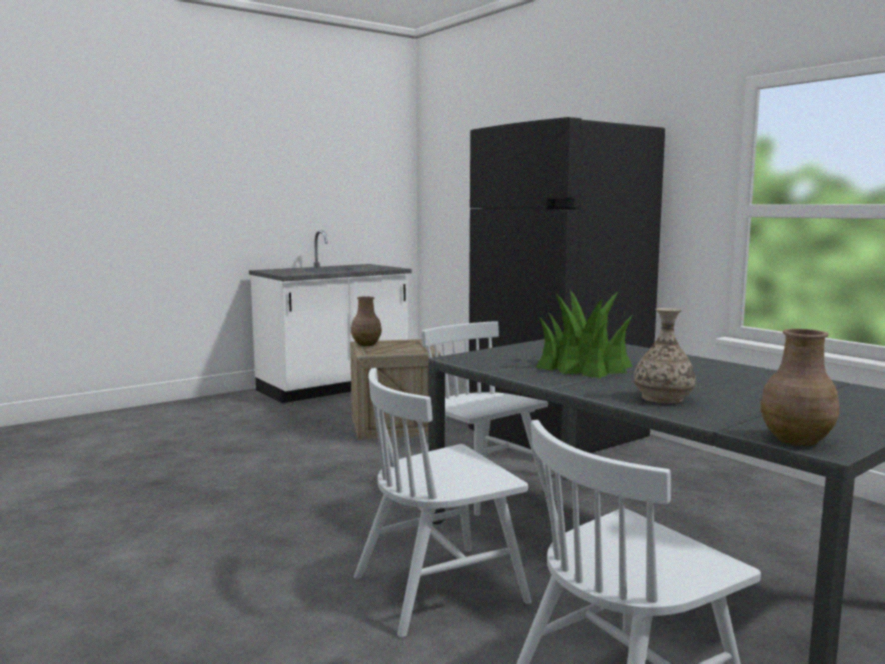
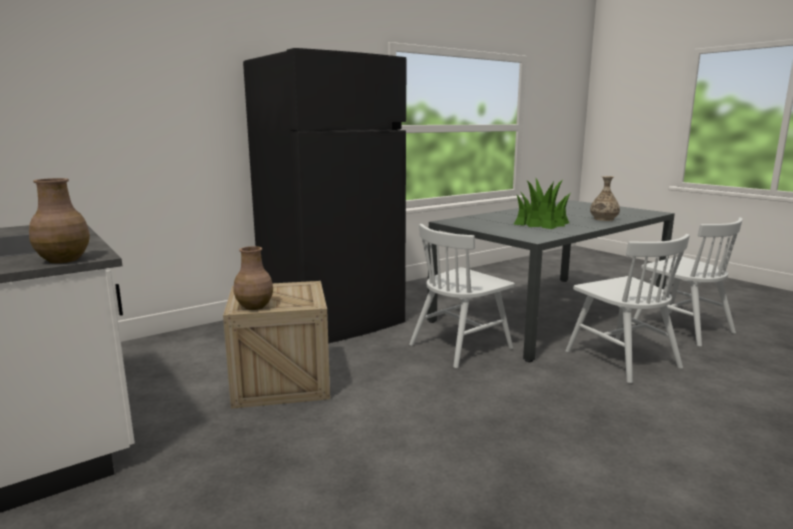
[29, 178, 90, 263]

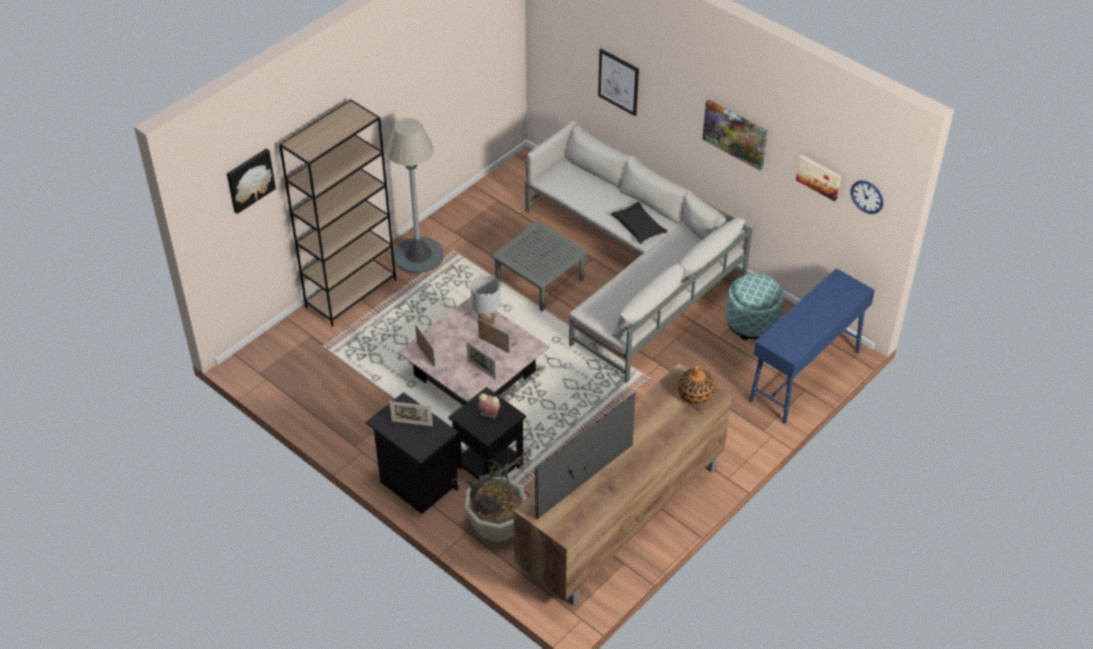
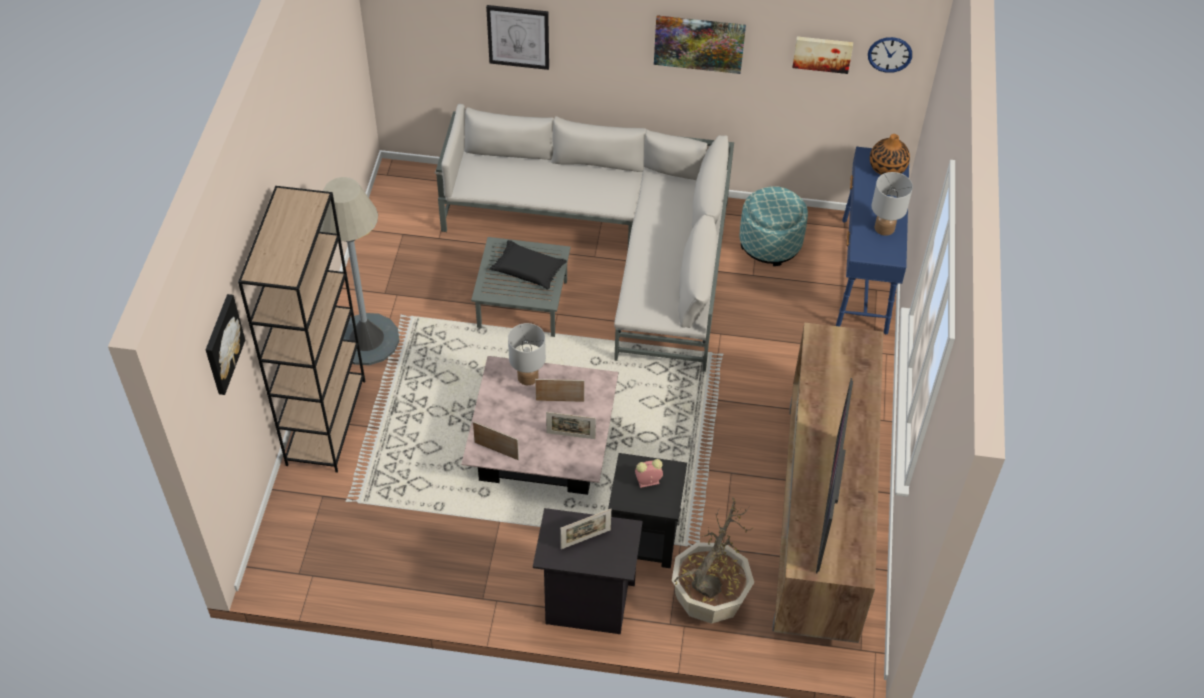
[490, 240, 567, 290]
[870, 134, 910, 175]
[872, 172, 913, 236]

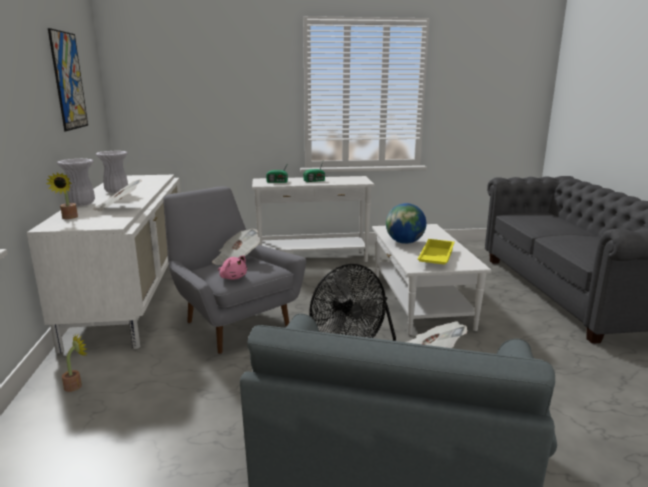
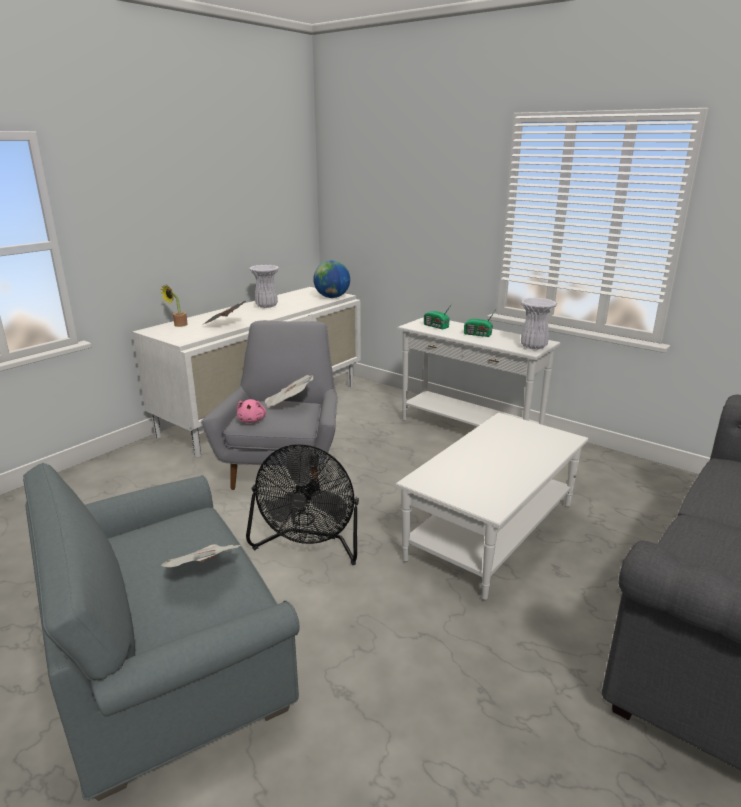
[313, 260, 350, 298]
[520, 298, 557, 349]
[48, 28, 88, 131] (first image)
[62, 334, 87, 392] (first image)
[417, 239, 455, 265] (first image)

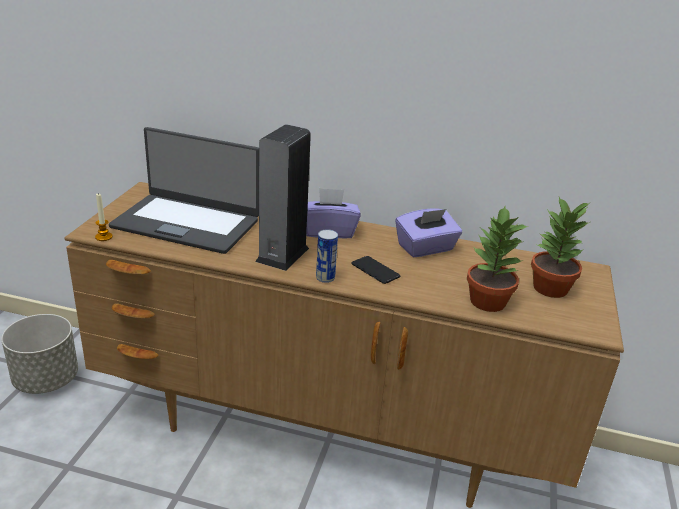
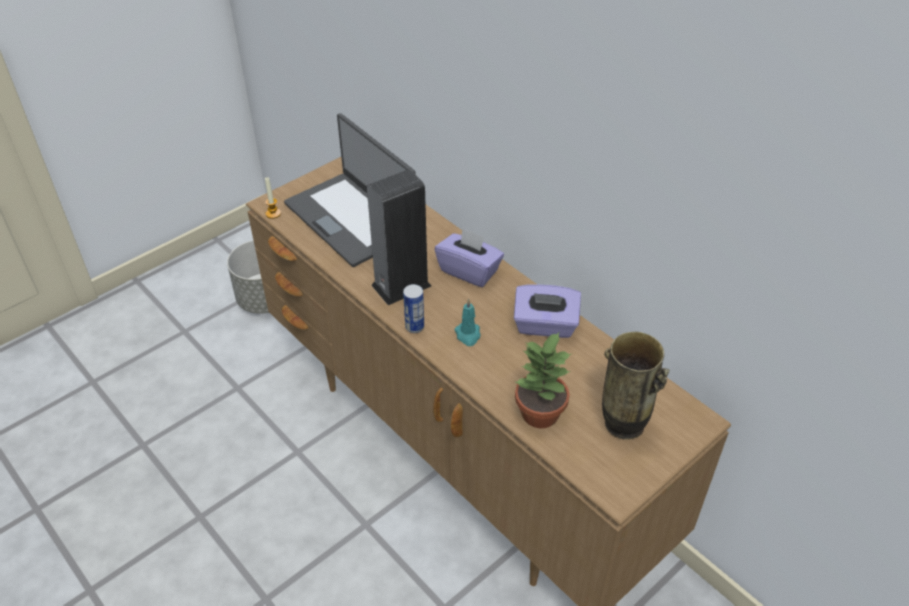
[455, 299, 481, 346]
[602, 332, 669, 440]

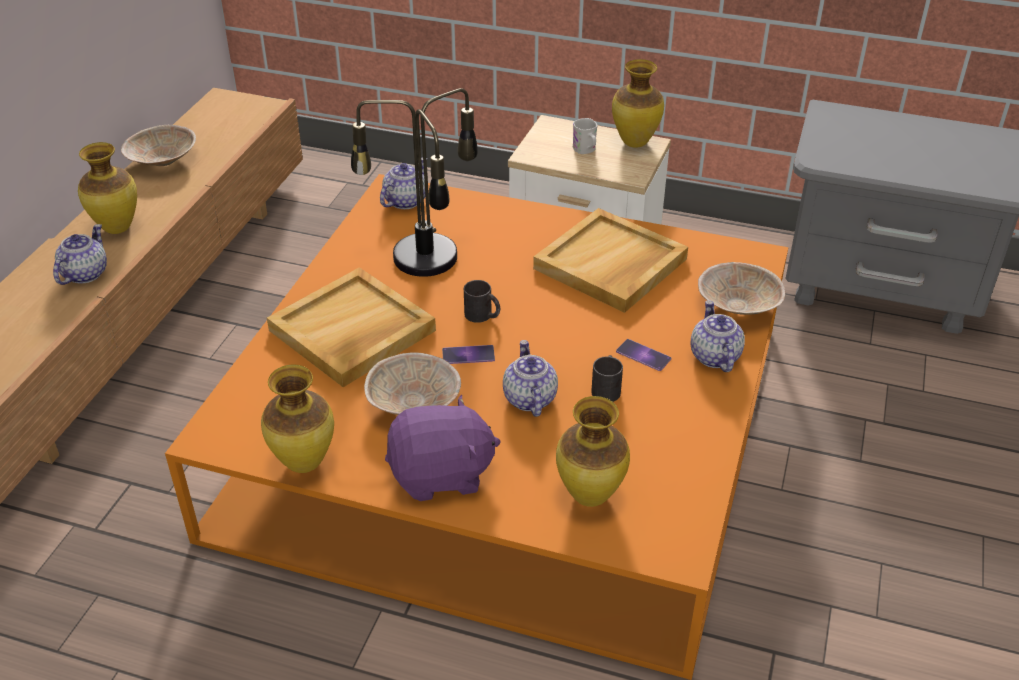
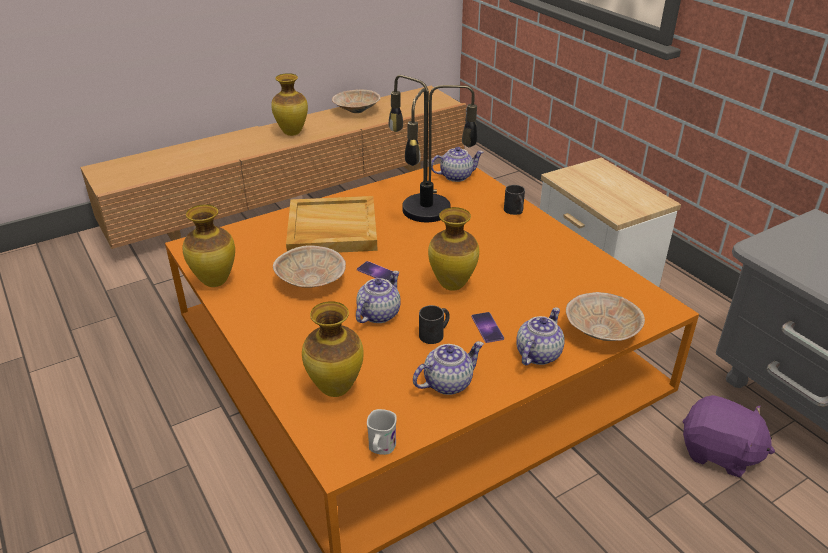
[367, 409, 397, 455]
[413, 341, 484, 395]
[428, 207, 479, 291]
[504, 185, 525, 215]
[682, 395, 775, 477]
[533, 208, 688, 313] (first image)

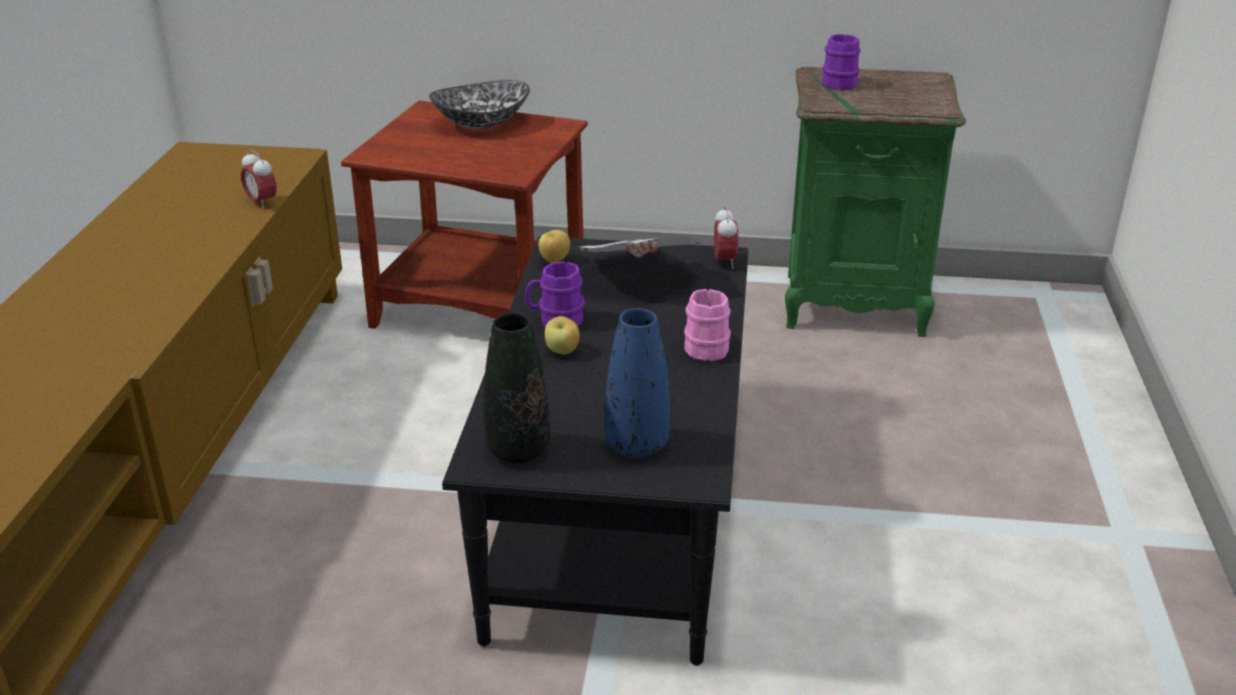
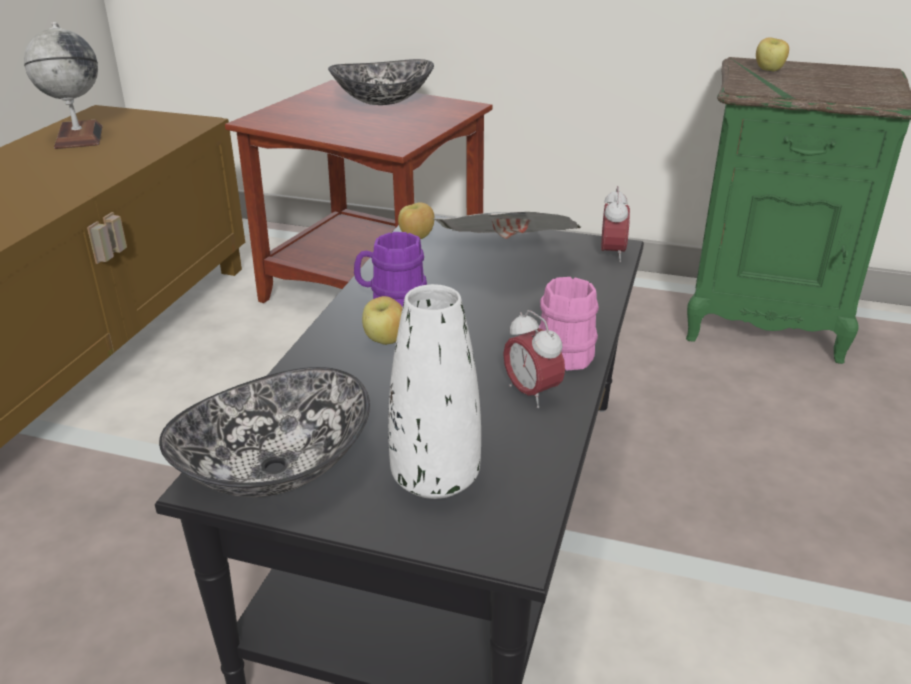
[24, 22, 102, 149]
[159, 367, 370, 497]
[388, 284, 481, 499]
[503, 310, 565, 408]
[756, 37, 789, 72]

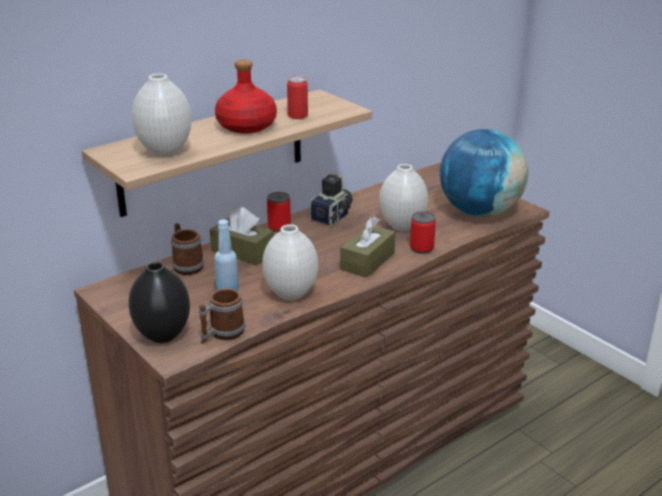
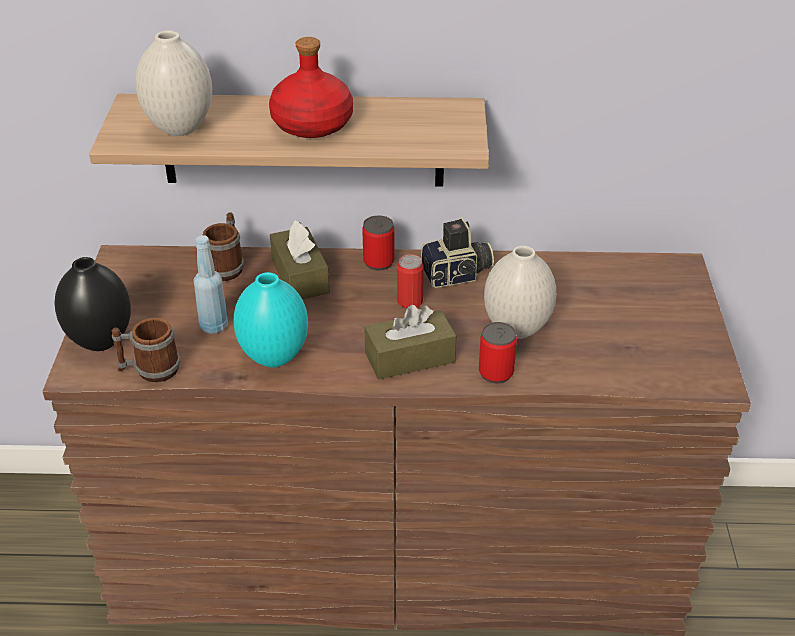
[234, 272, 308, 368]
[397, 254, 424, 308]
[440, 129, 528, 217] (first image)

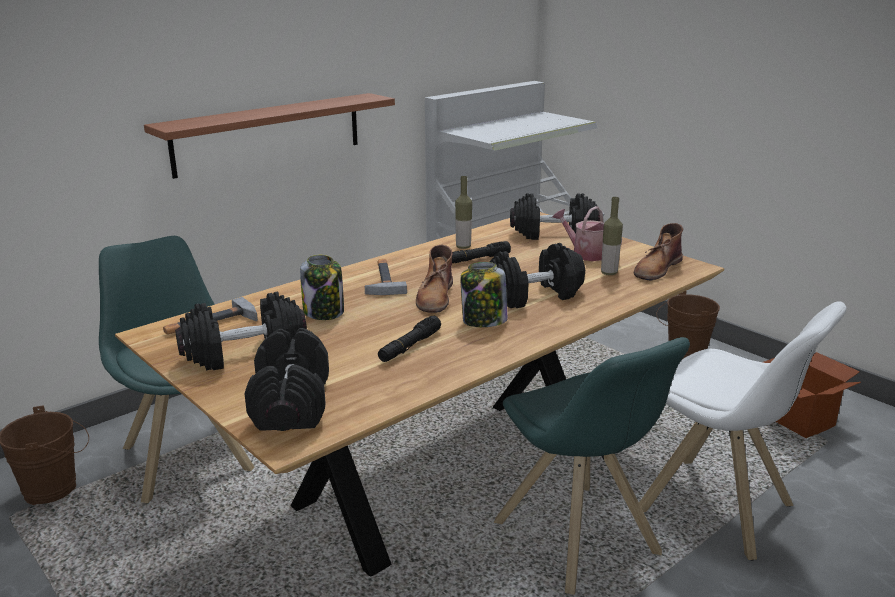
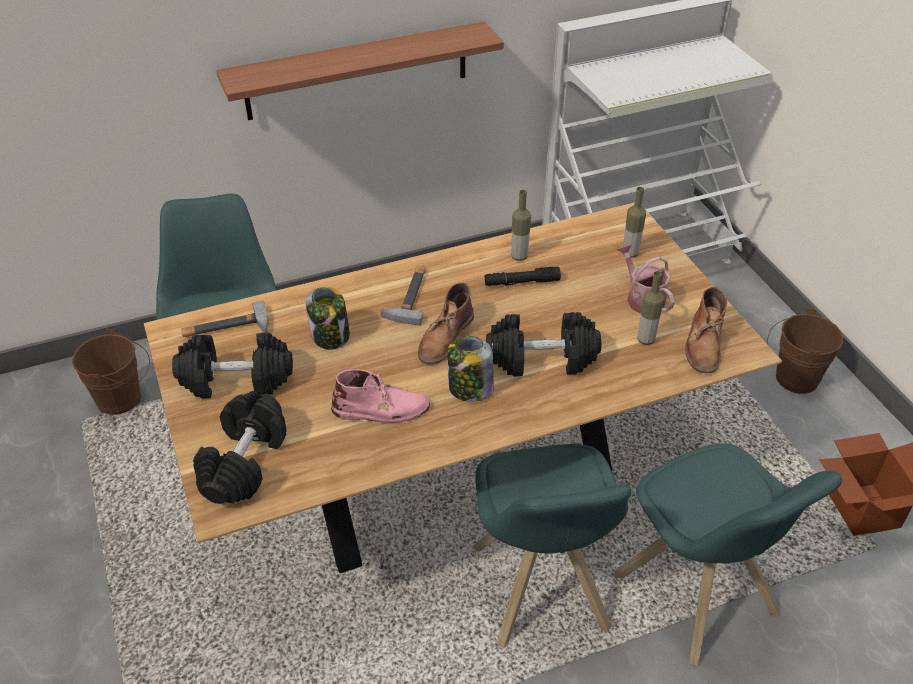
[331, 369, 430, 423]
[614, 444, 842, 666]
[623, 187, 646, 258]
[685, 287, 727, 373]

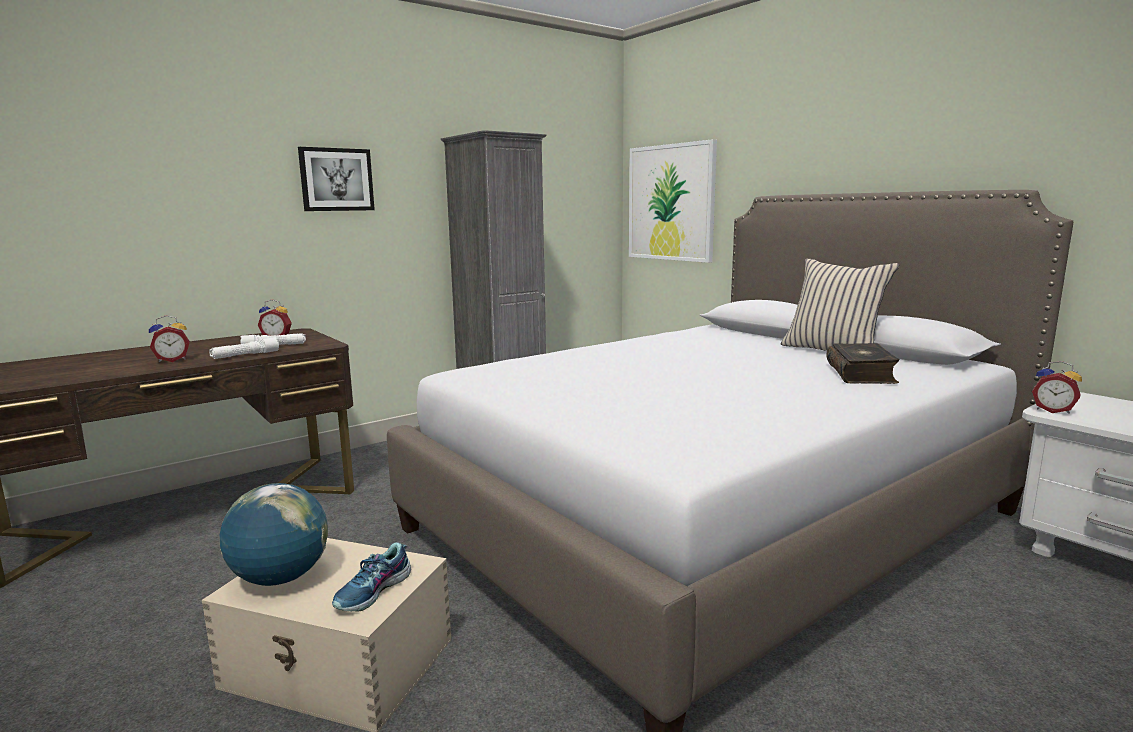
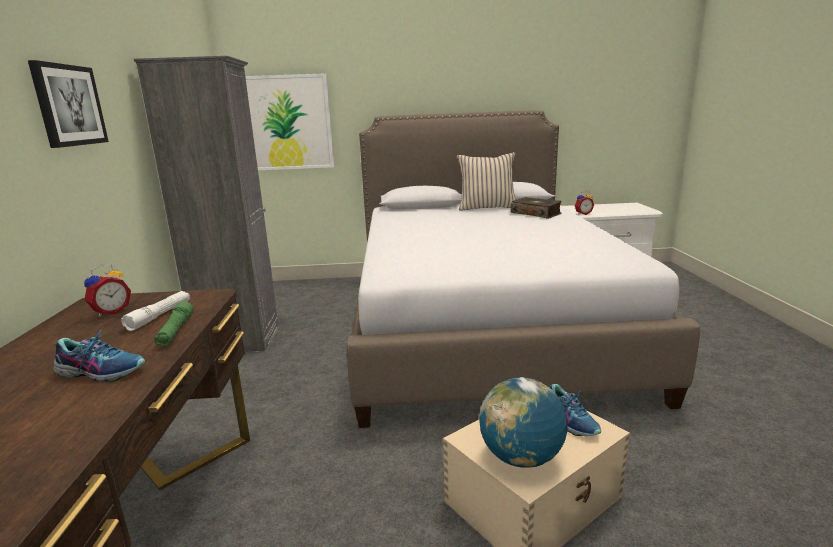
[54, 329, 145, 382]
[154, 301, 194, 346]

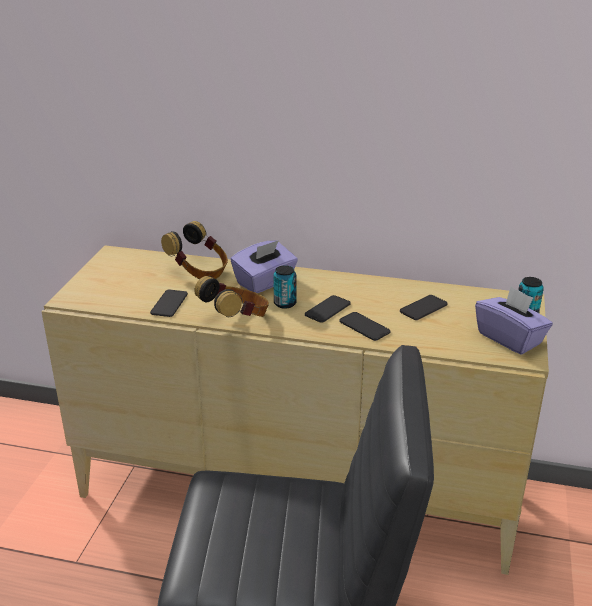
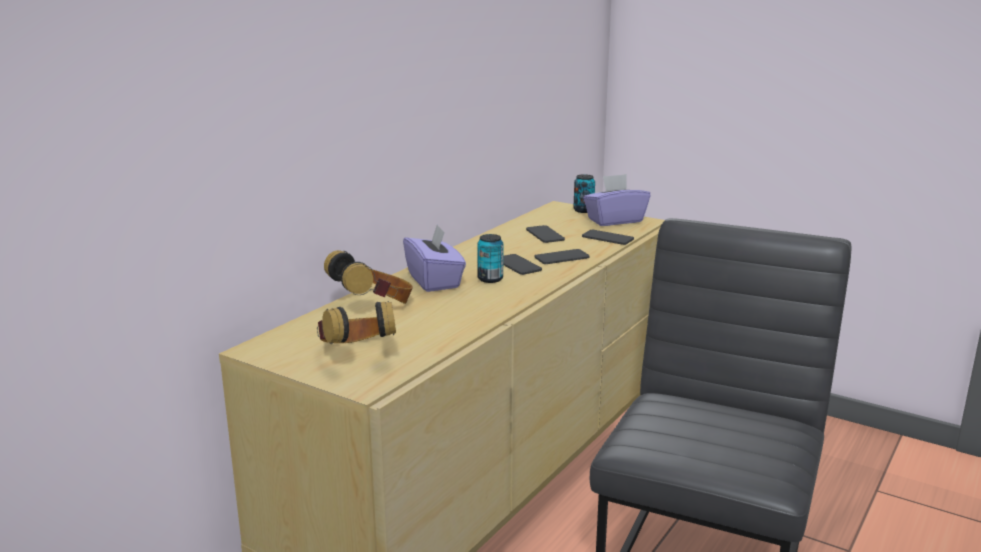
[317, 301, 396, 344]
[582, 230, 634, 245]

